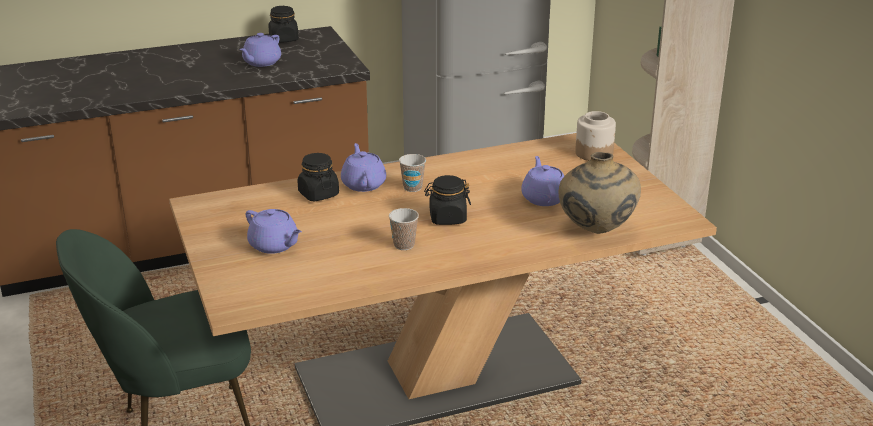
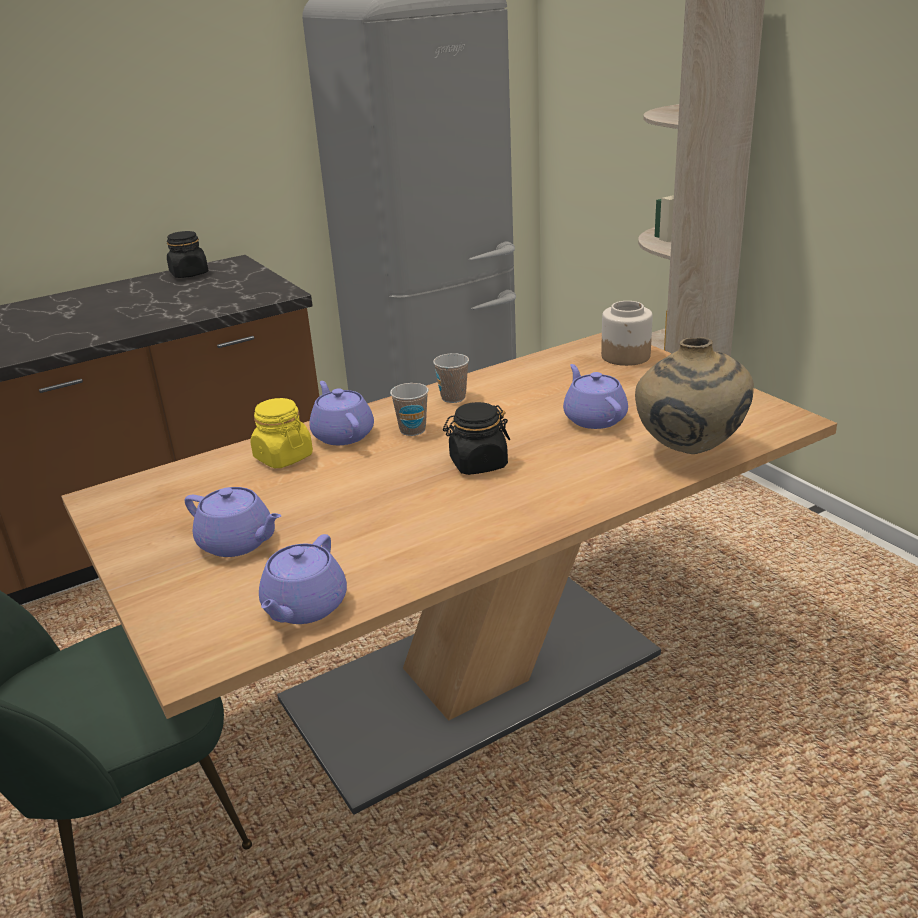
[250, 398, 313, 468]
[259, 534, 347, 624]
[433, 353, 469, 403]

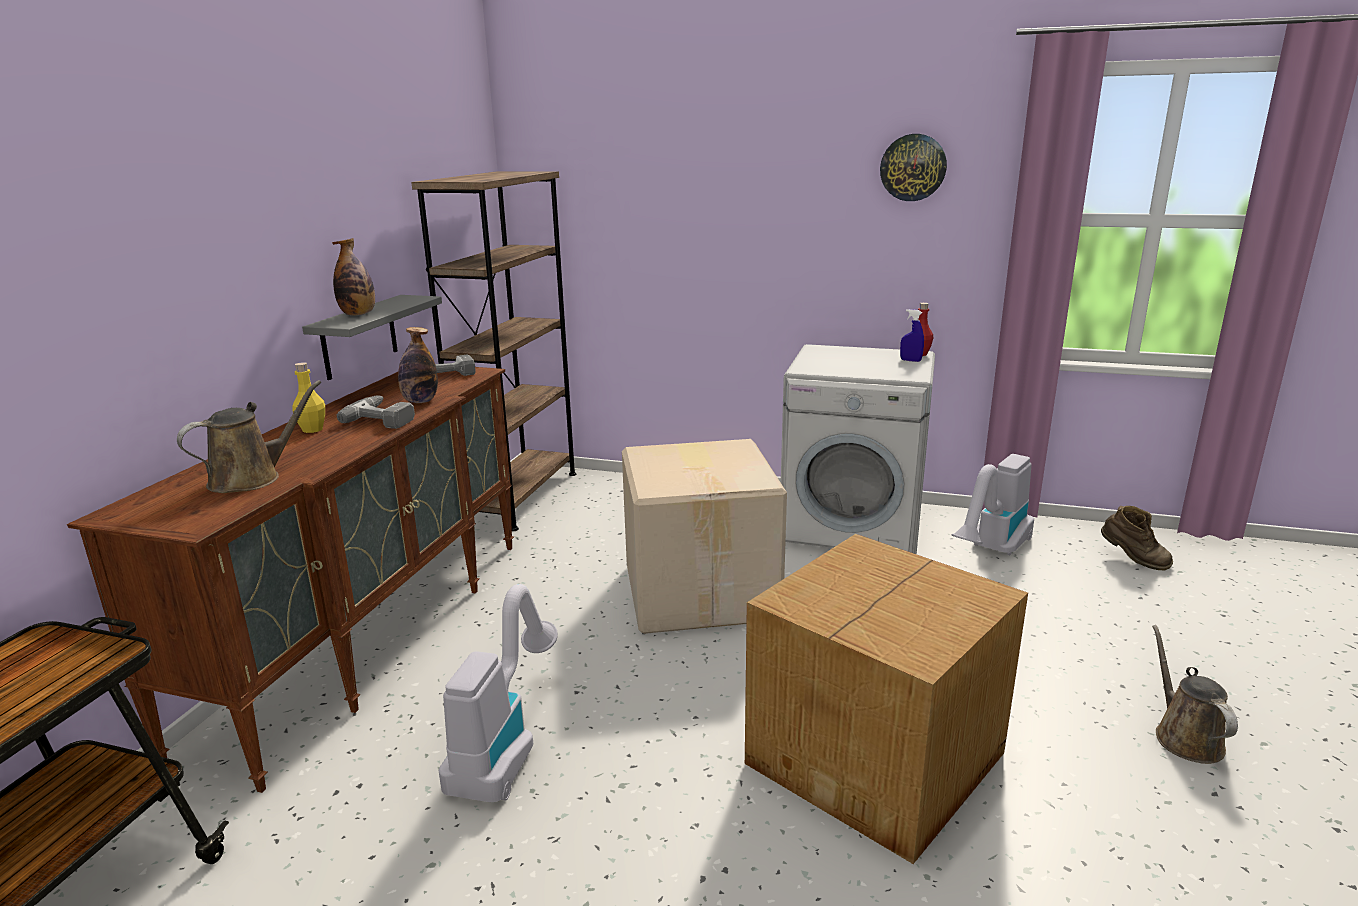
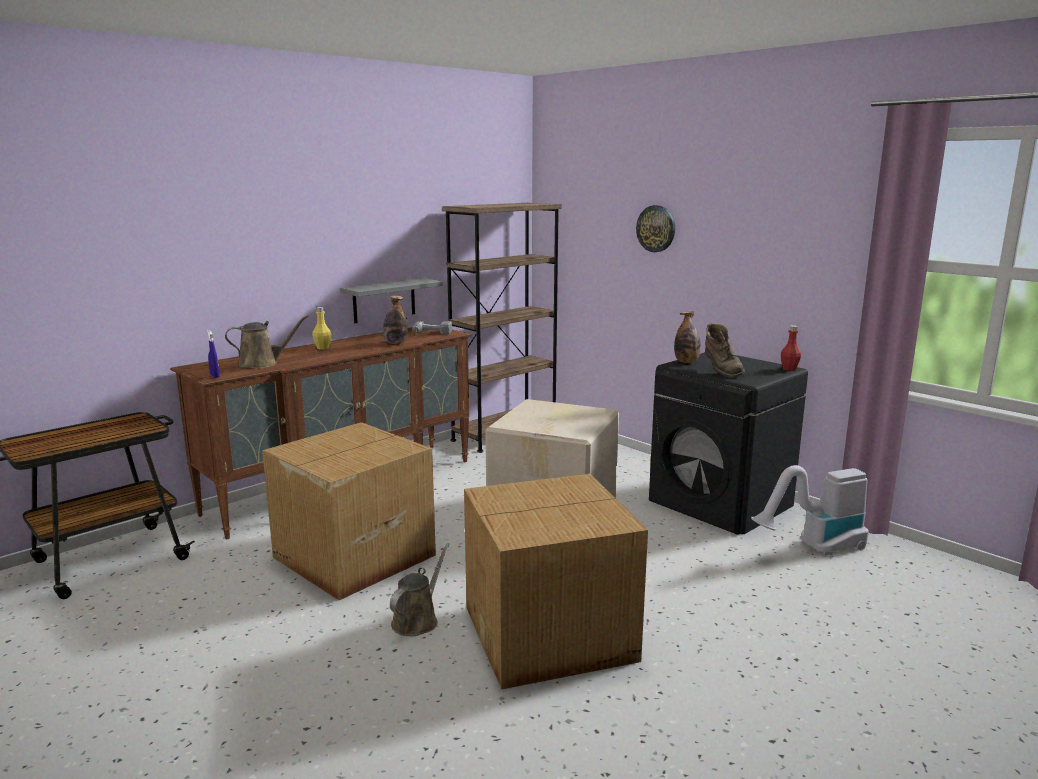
[207, 330, 220, 378]
[262, 422, 436, 600]
[390, 543, 450, 636]
[636, 205, 675, 252]
[649, 352, 808, 535]
[674, 311, 701, 363]
[705, 323, 745, 378]
[337, 395, 415, 429] (first image)

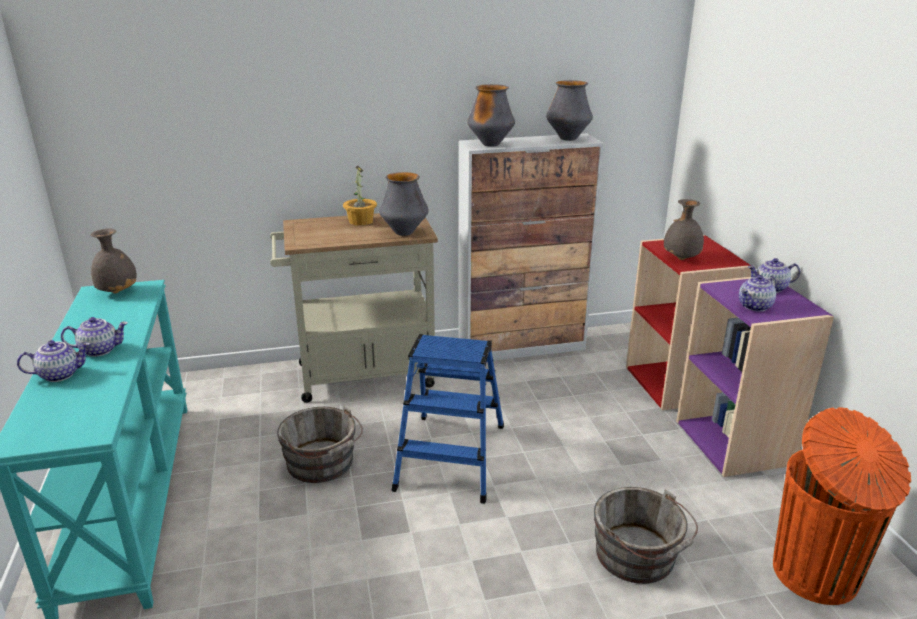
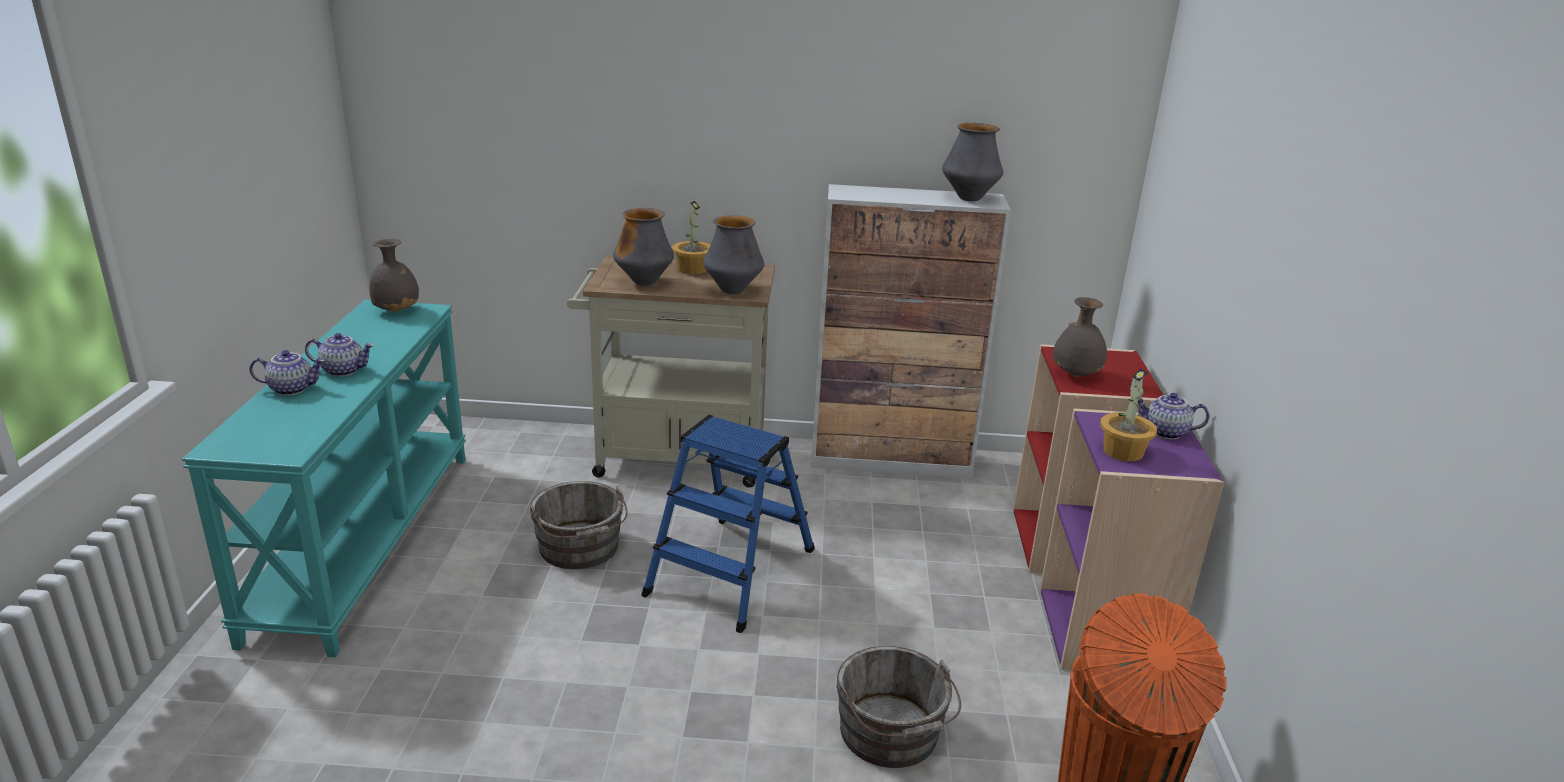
[613, 208, 674, 286]
[1100, 369, 1157, 461]

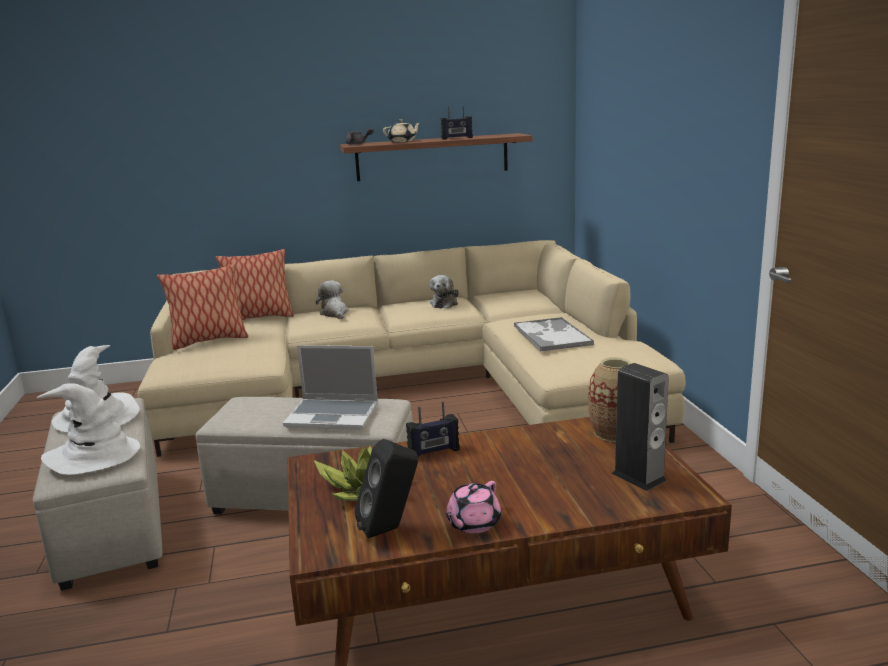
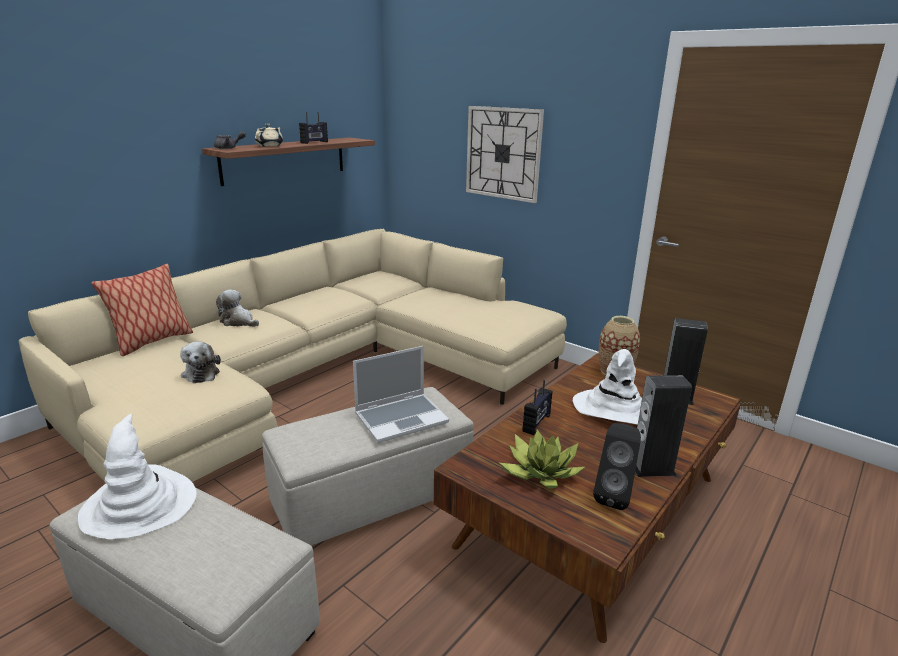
[180, 342, 221, 383]
[466, 106, 544, 203]
[573, 349, 642, 425]
[635, 375, 692, 477]
[157, 264, 248, 350] (first image)
[514, 317, 594, 351] (first image)

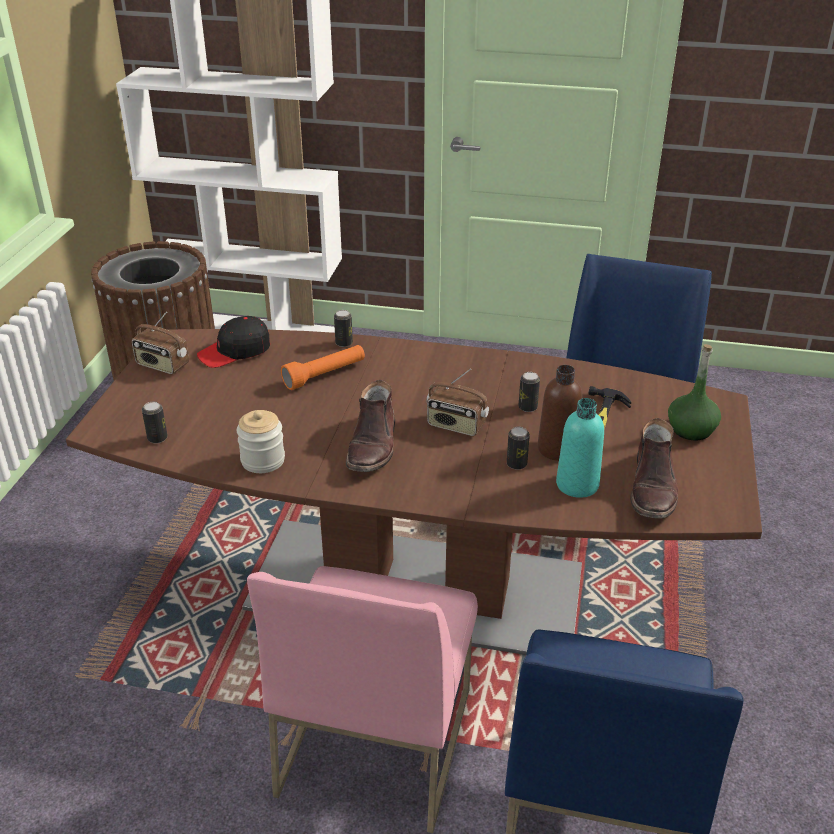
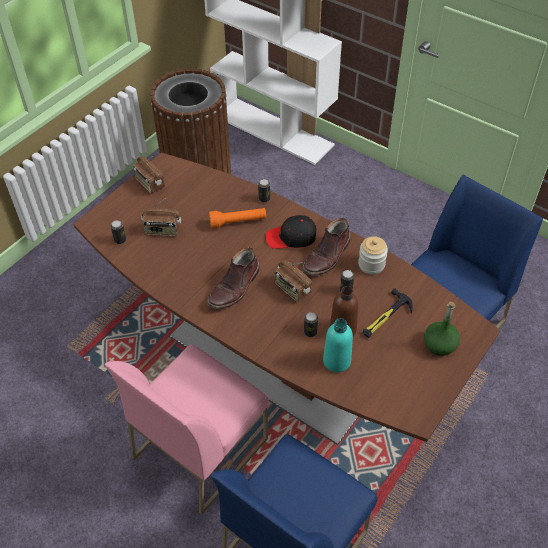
[141, 198, 181, 236]
[265, 215, 317, 249]
[302, 218, 351, 276]
[358, 236, 388, 275]

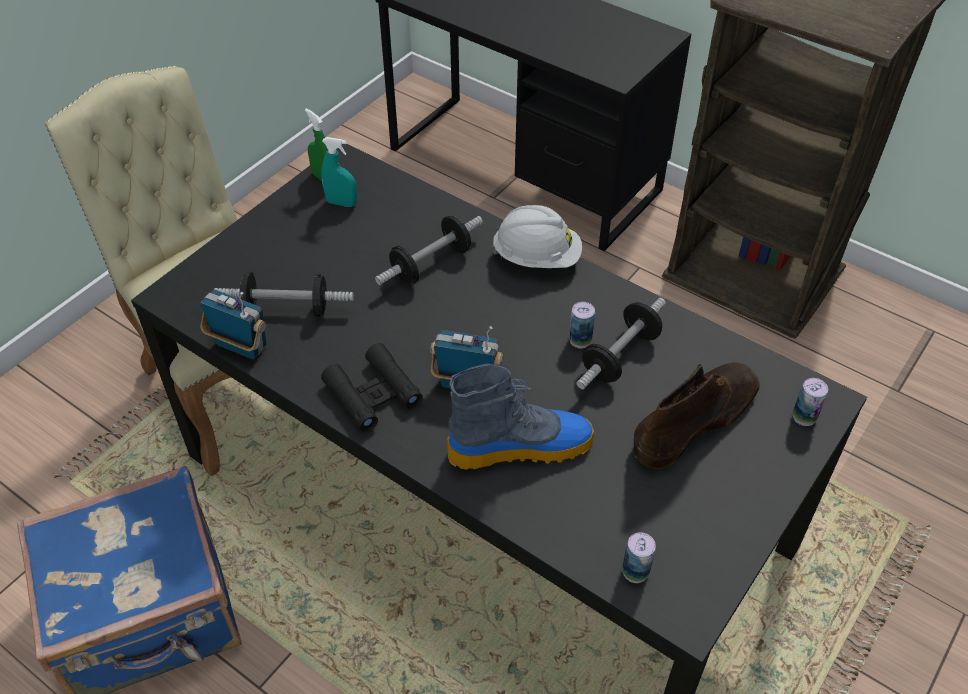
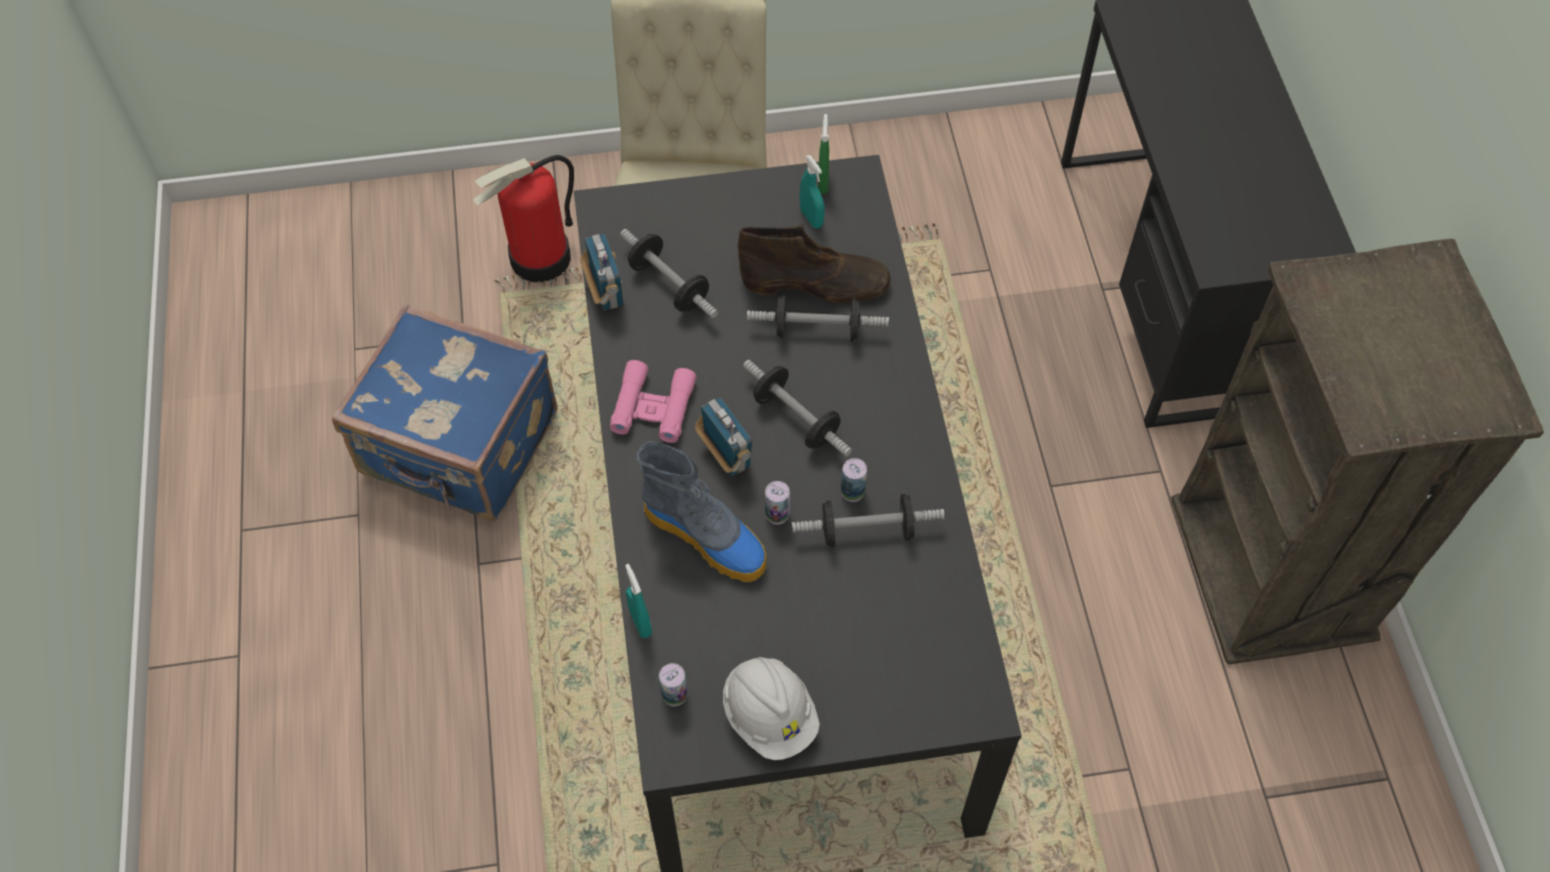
[472, 155, 574, 282]
[610, 360, 696, 443]
[625, 564, 652, 638]
[723, 657, 820, 760]
[738, 224, 891, 303]
[743, 360, 852, 457]
[765, 481, 790, 525]

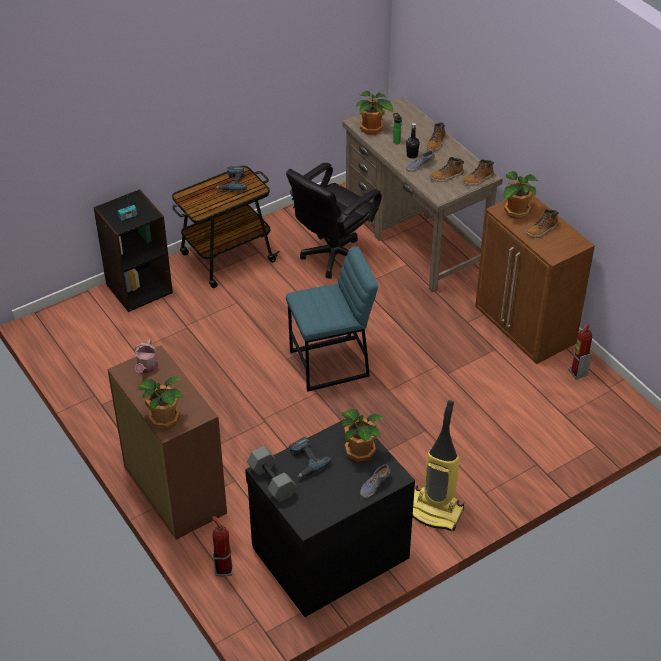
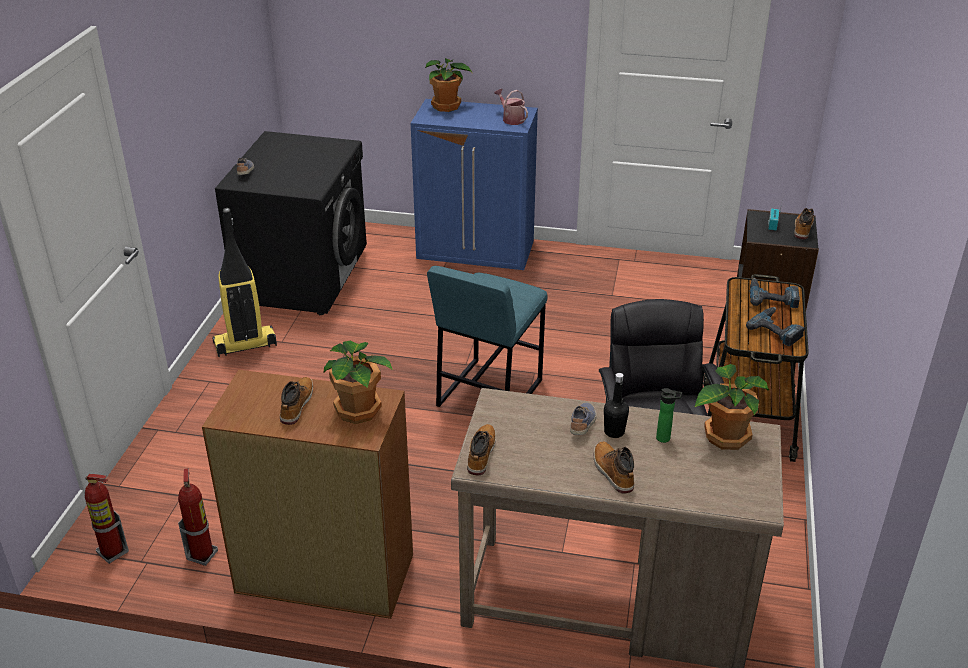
[85, 474, 129, 564]
[411, 99, 538, 270]
[750, 278, 800, 308]
[794, 208, 814, 239]
[247, 446, 297, 502] (first image)
[341, 409, 385, 462] (first image)

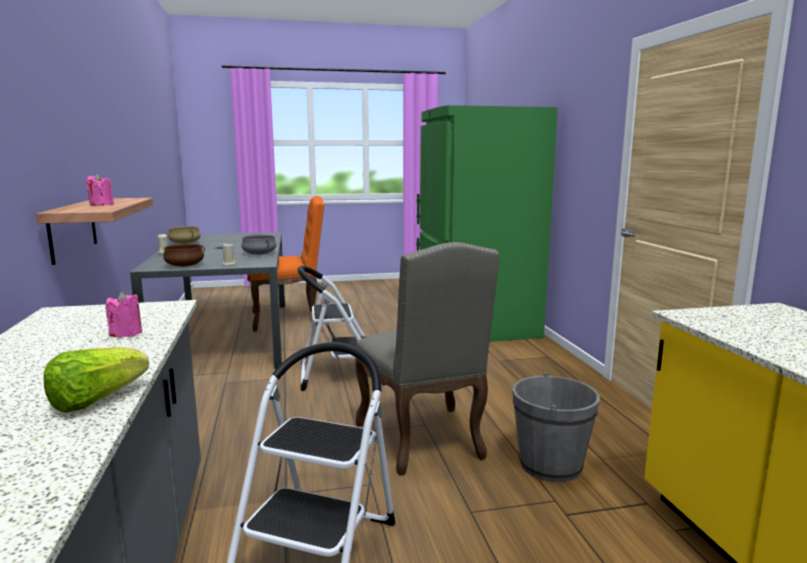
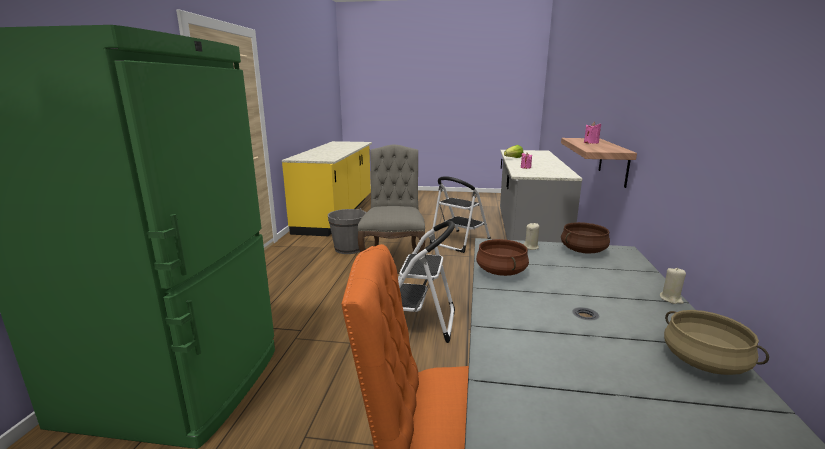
[476, 239, 529, 276]

